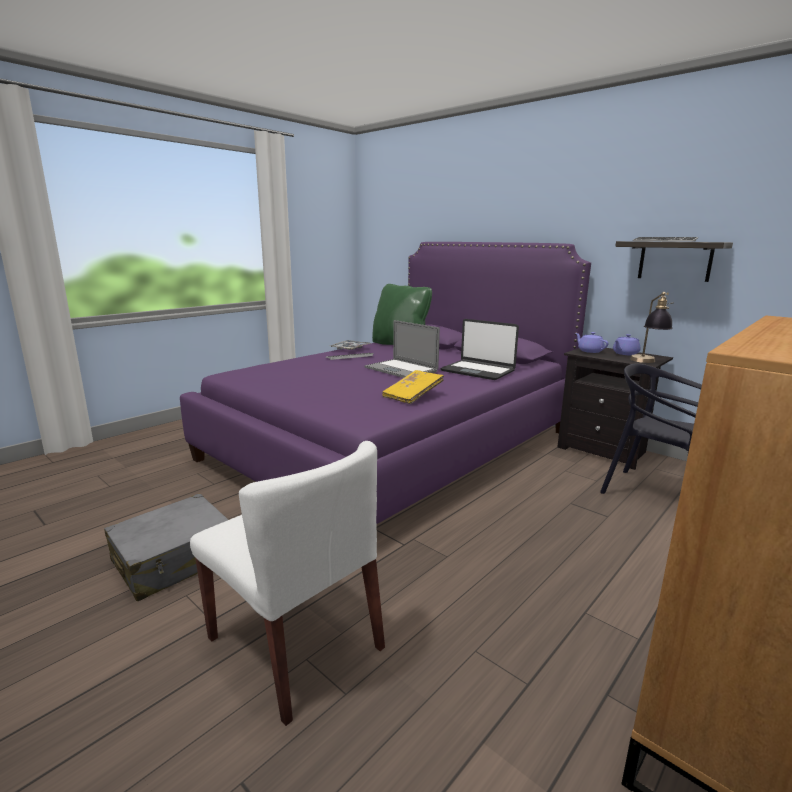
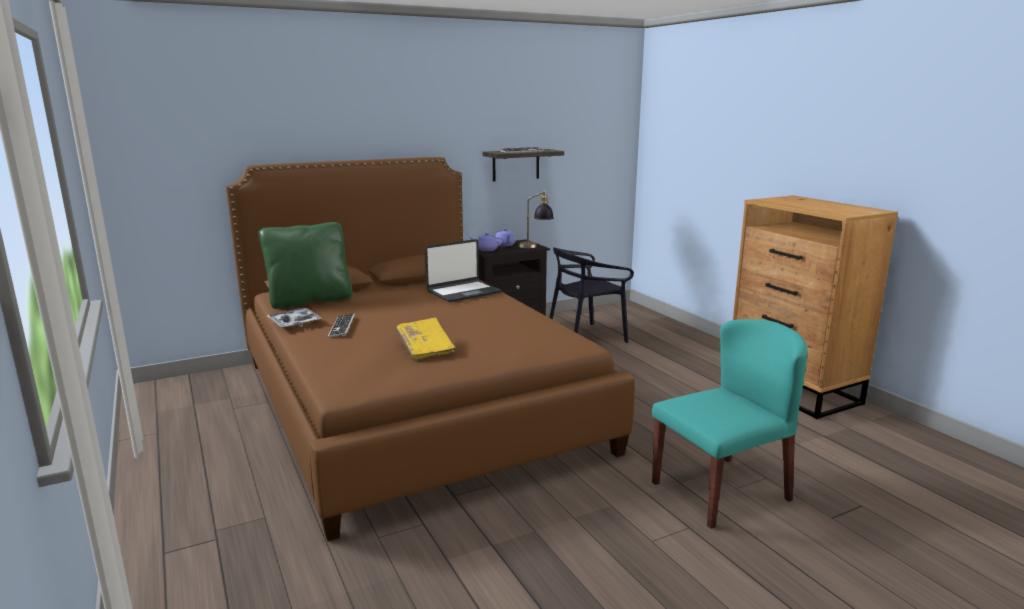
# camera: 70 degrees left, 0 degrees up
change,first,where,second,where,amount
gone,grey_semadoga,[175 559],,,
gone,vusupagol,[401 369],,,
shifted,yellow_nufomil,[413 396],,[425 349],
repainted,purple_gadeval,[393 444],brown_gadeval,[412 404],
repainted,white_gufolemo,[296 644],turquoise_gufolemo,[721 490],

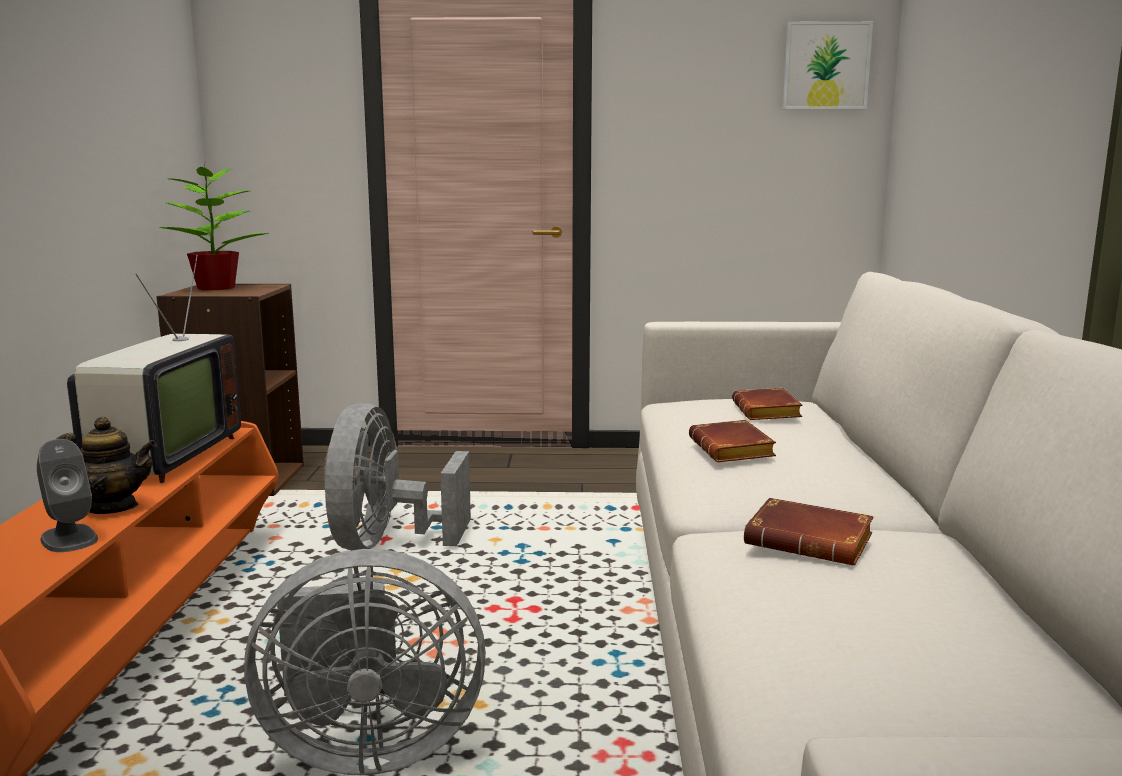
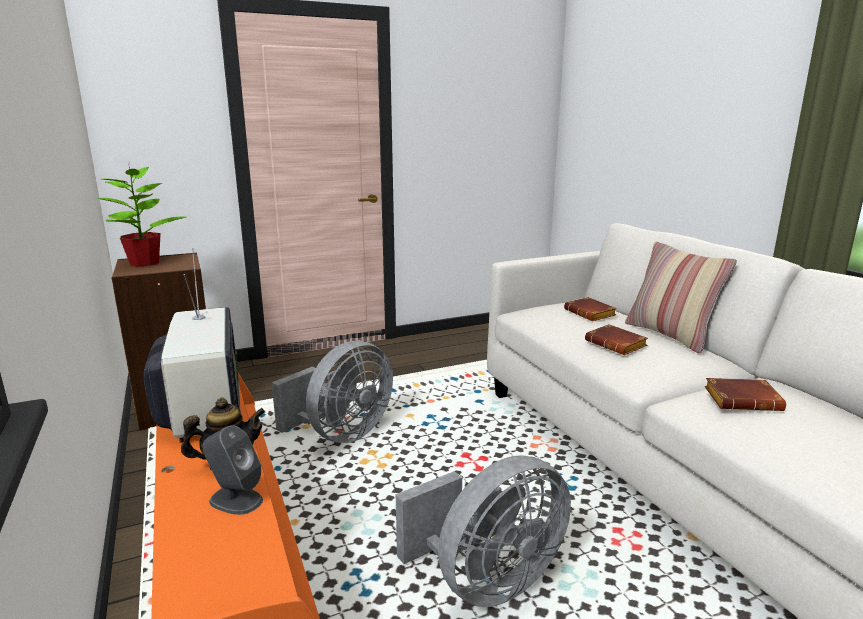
# camera: 25 degrees left, 5 degrees up
change,first,where,second,where,amount
gone,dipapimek,[826 66],,,
new,,,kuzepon,[670 335],
rotated,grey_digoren,[386 543],,[341 434],120 degrees counterclockwise

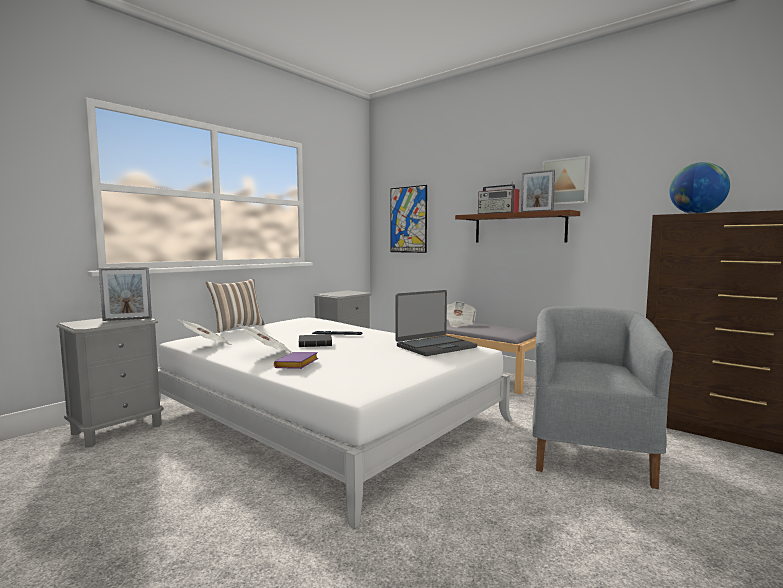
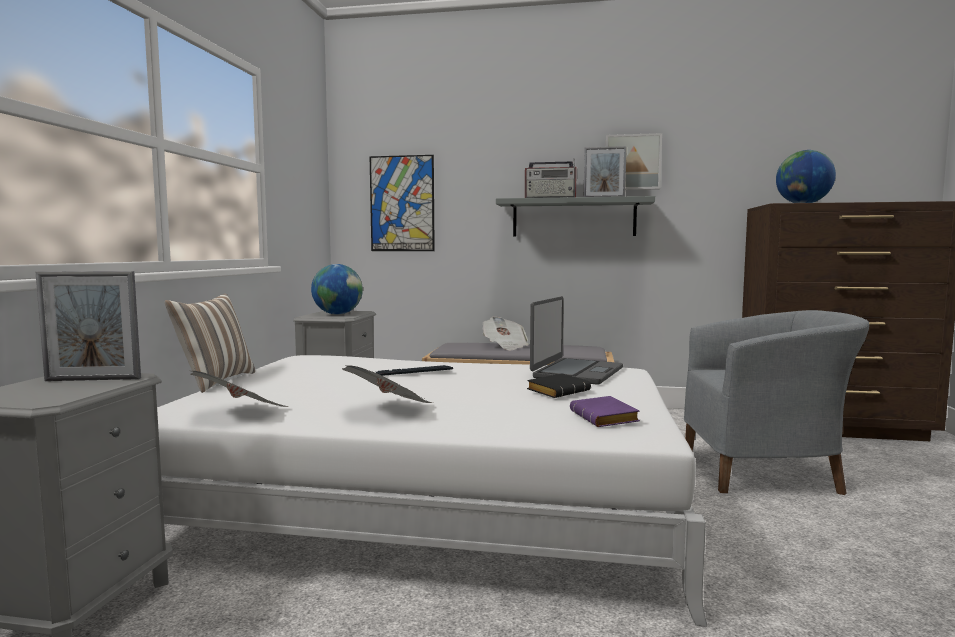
# camera: 30 degrees left, 0 degrees up
change,first,where,second,where,amount
new,,,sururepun,[337 314],
shifted,purple_nufomil,[297 365],,[606 418],
shifted,black_nufomil,[316 344],,[558 391],
repainted,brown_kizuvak,[519 228],grey_kizuvak,[573 218],
rotated,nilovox,[127 319],,[93 379],45 degrees clockwise
rotated,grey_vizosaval,[588 452],,[765 471],105 degrees clockwise

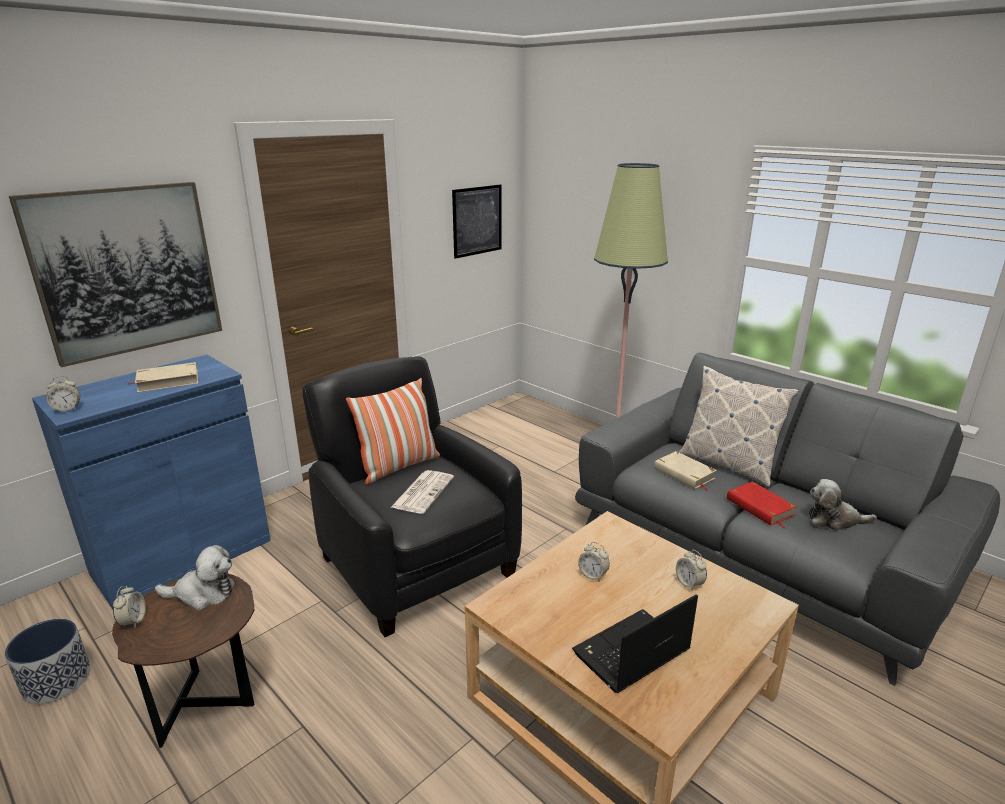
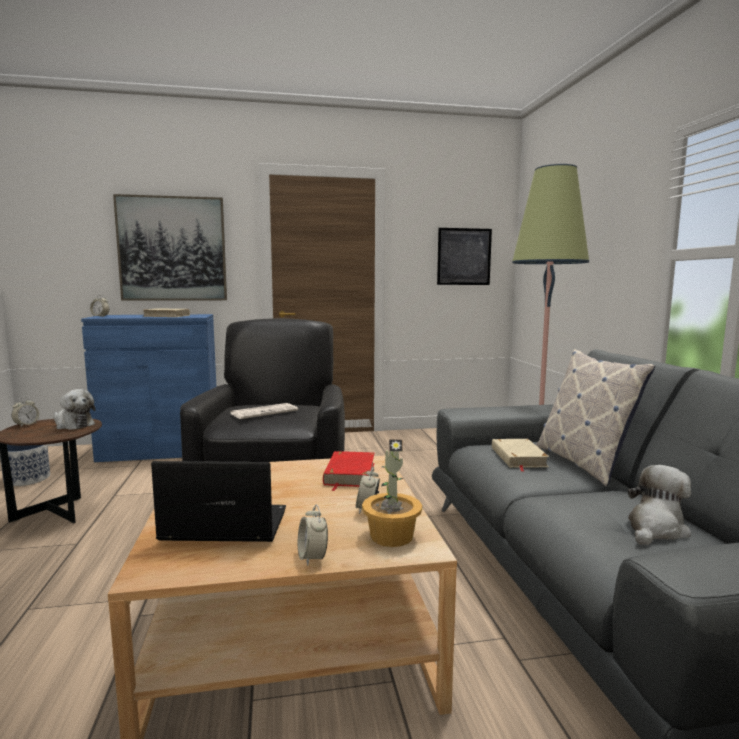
# camera: 35 degrees right, 15 degrees down
change,first,where,second,where,amount
gone,kuzepon,[398 466],,,
new,,,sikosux,[391 535],
shifted,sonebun,[593 575],,[312 557],
shifted,red_nufomil,[760 507],,[349 474],
rotated,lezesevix,[834 520],,[655 529],90 degrees clockwise

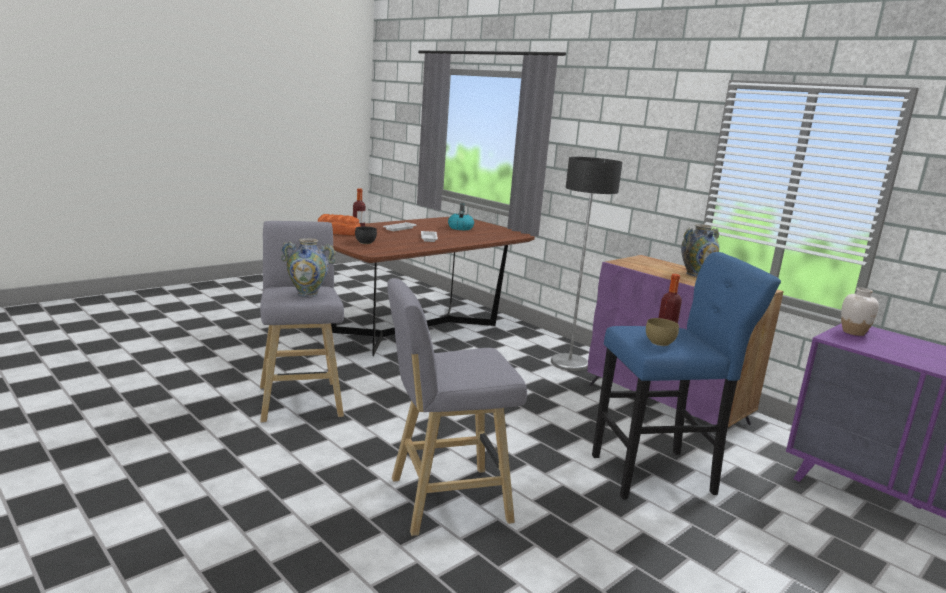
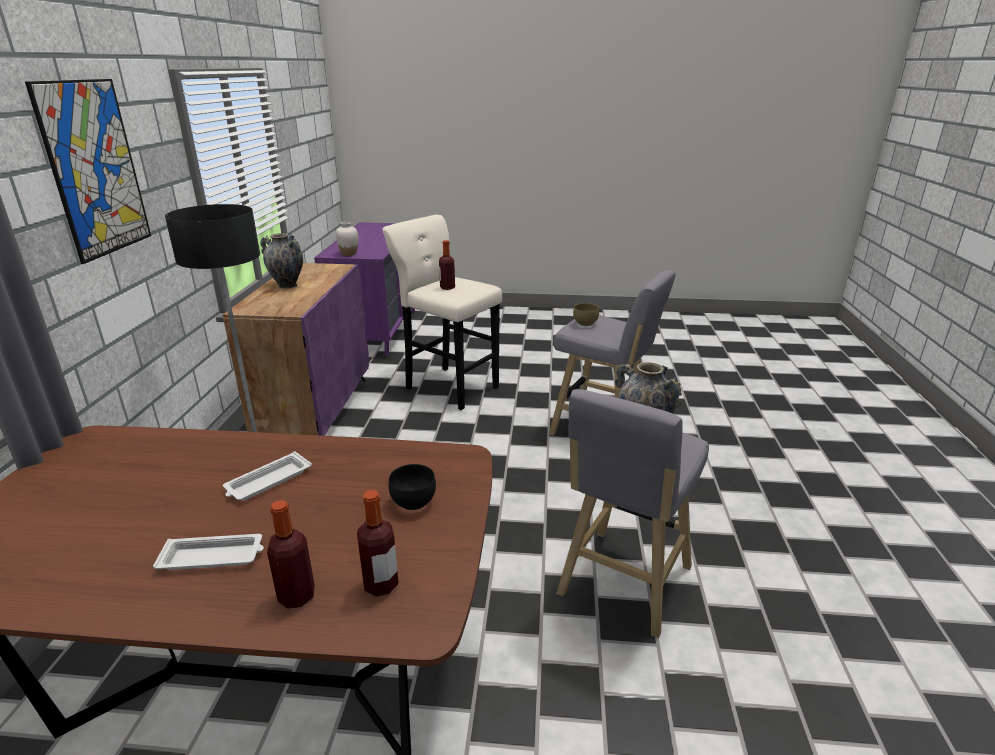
# camera: 130 degrees left, 10 degrees up
change,first,where,second,where,amount
gone,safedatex,[460 228],,,
new,,,dipapimek,[95 169],
shifted,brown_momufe,[659 343],,[586 323],
swapped,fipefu,[339 232],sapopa,[381 584],
repainted,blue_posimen,[658 474],beige_posimen,[449 386],

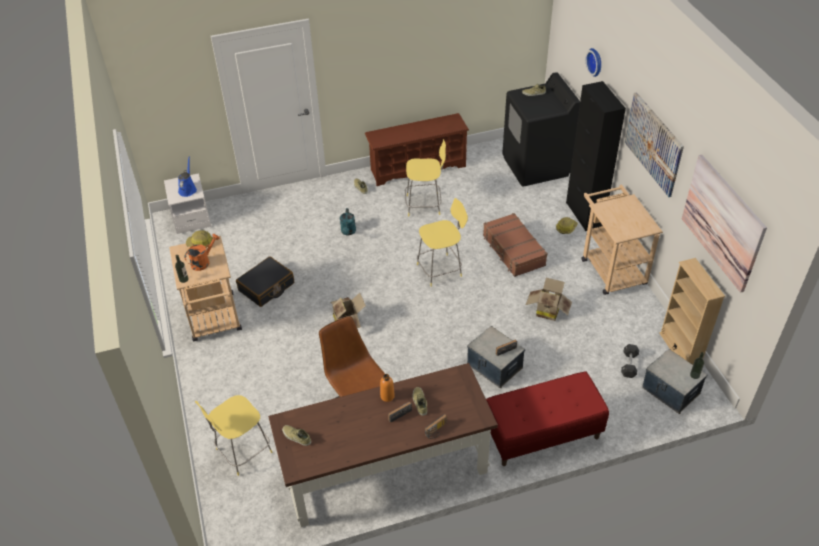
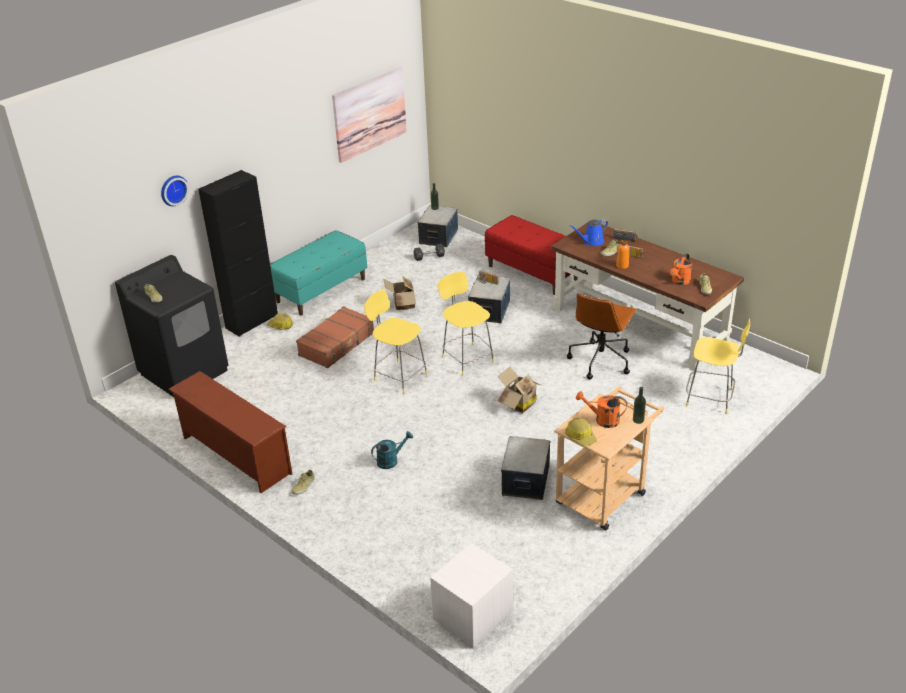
# camera: 120 degrees left, 10 degrees down
change,first,where,second,where,amount
gone,dipapimek,[653 144],,,
gone,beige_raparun,[679 349],,,
new,,,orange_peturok,[680 282],
shifted,blue_peturok,[188 189],,[591 242],
shifted,yellow_posimen,[425 205],,[466 358],
swapped,black_semadoga,[266 287],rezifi,[525 480],
swapped,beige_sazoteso,[610 267],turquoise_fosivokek,[321 290],

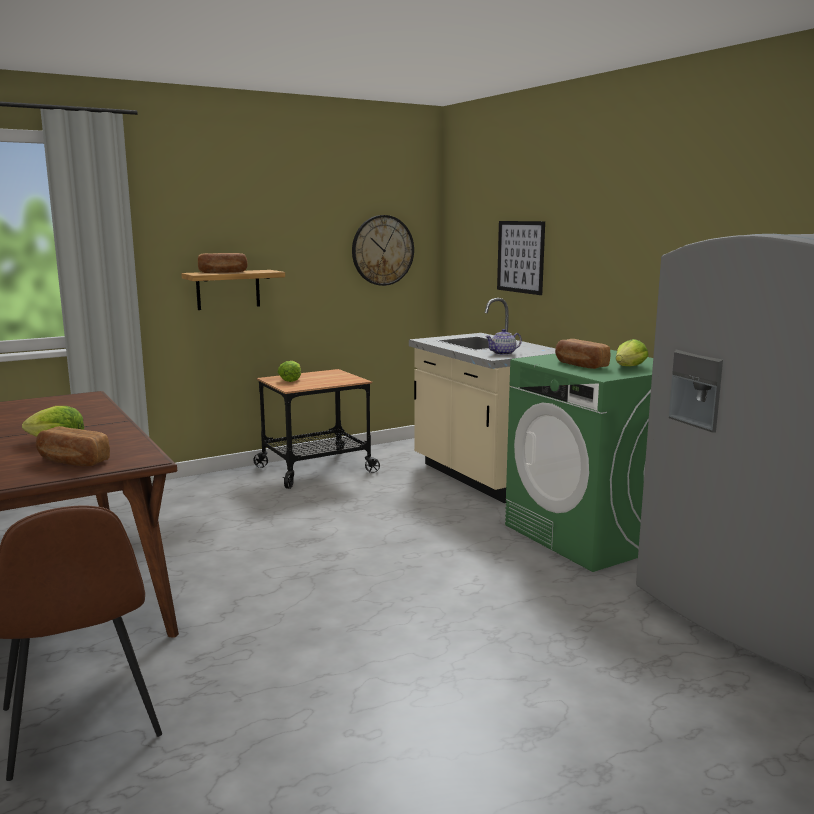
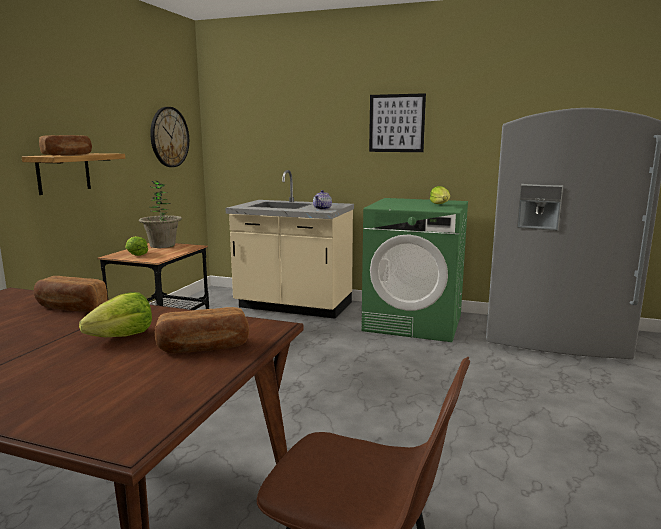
# camera: 40 degrees left, 0 degrees up
change,first,where,second,where,amount
new,,,sikosux,[162 245],
shifted,dipapimek,[520 257],,[396 123],
shifted,fipefu,[580 365],,[70 307],

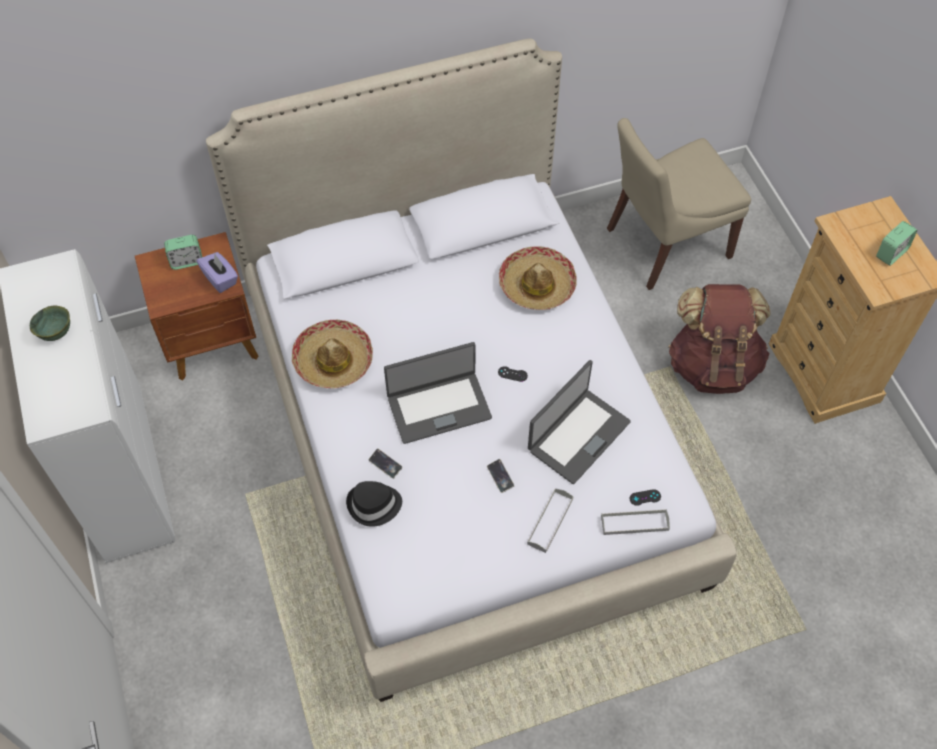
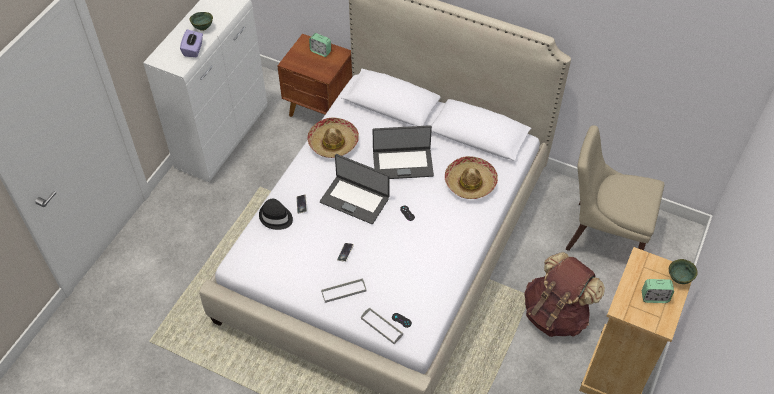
# camera: 45 degrees right, 5 degrees down
change,first,where,second,where,amount
new,,,green_momufe,[679 279],
shifted,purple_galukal,[220 279],,[193 49],
shifted,vusupagol,[578 435],,[402 163],

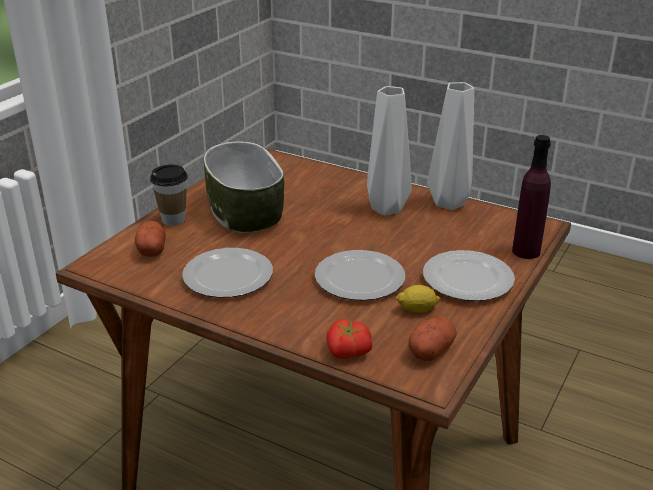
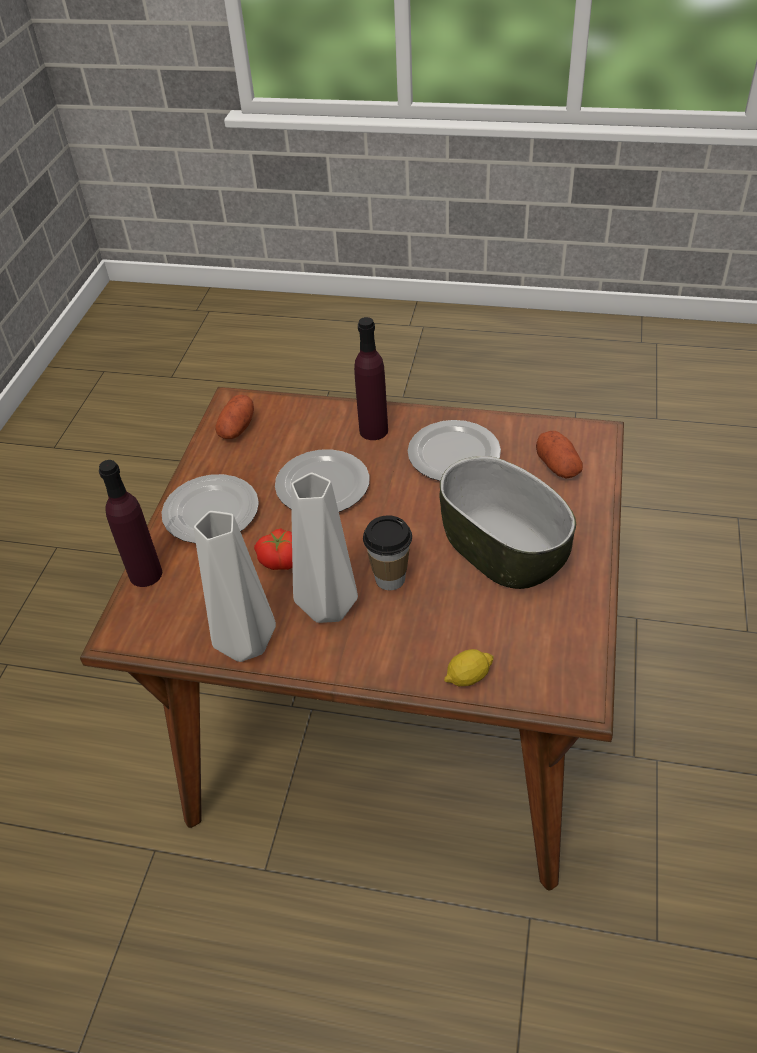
# camera: 165 degrees right, 15 degrees up
change,first,where,second,where,amount
new,,,purple_sapopa,[373 430],
shifted,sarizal,[173 220],,[390 579],
shifted,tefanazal,[347 352],,[281 559],
shifted,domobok,[417 309],,[468 677],

